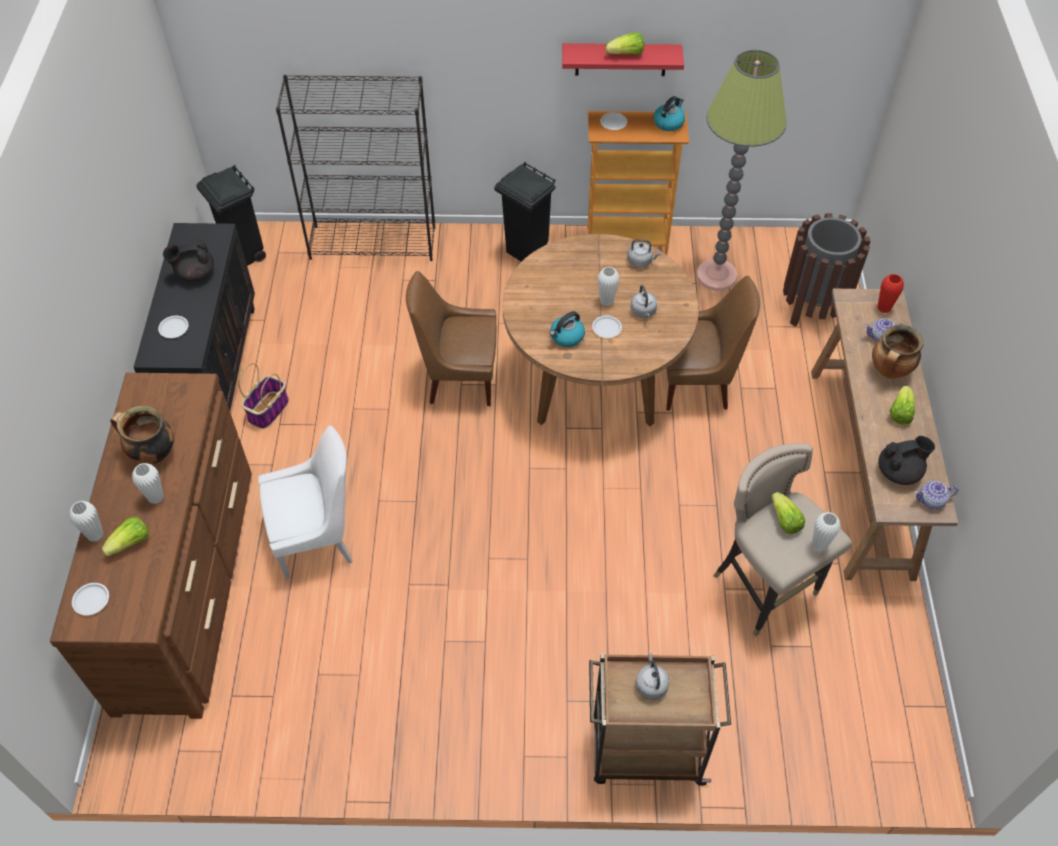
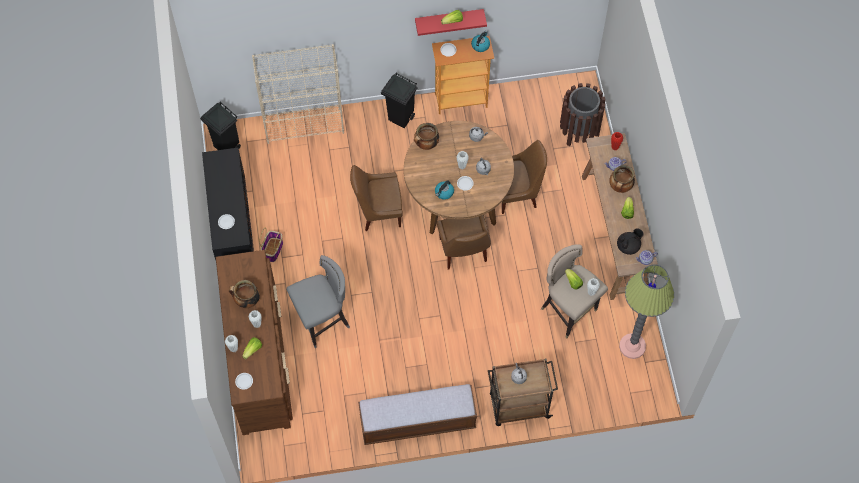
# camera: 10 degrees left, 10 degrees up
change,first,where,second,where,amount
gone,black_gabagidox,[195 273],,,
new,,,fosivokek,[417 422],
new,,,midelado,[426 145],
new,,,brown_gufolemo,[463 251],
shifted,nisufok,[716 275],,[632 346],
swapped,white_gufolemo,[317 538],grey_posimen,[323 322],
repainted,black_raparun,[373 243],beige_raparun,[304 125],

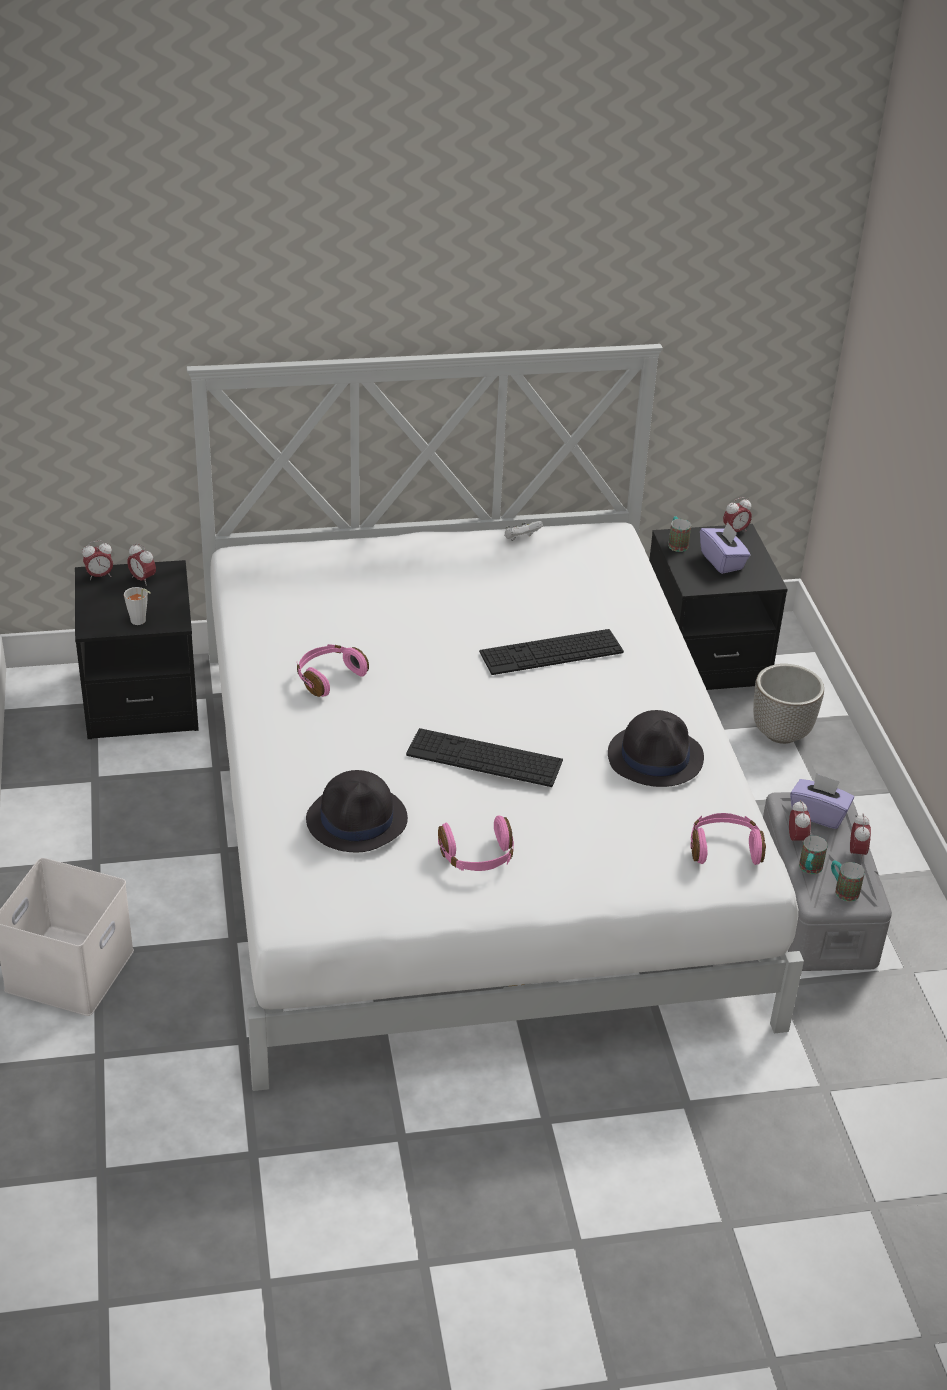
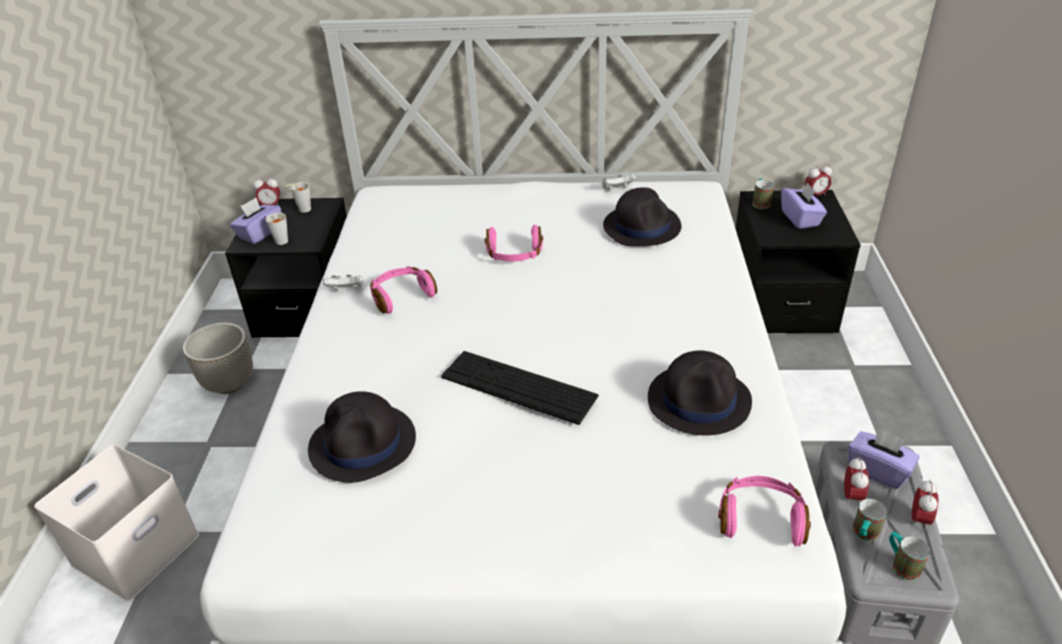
# camera: 15 degrees right, 0 degrees up
change,first,where,second,where,amount
gone,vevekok,[551 652],,,
new,,,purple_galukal,[259 233],
new,,,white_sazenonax,[346 290],
new,,,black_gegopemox,[642 226],
shifted,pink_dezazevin,[477 857],,[514 255],
shifted,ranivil,[781 733],,[229 384],
swapped,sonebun,[142 579],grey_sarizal,[302 210],

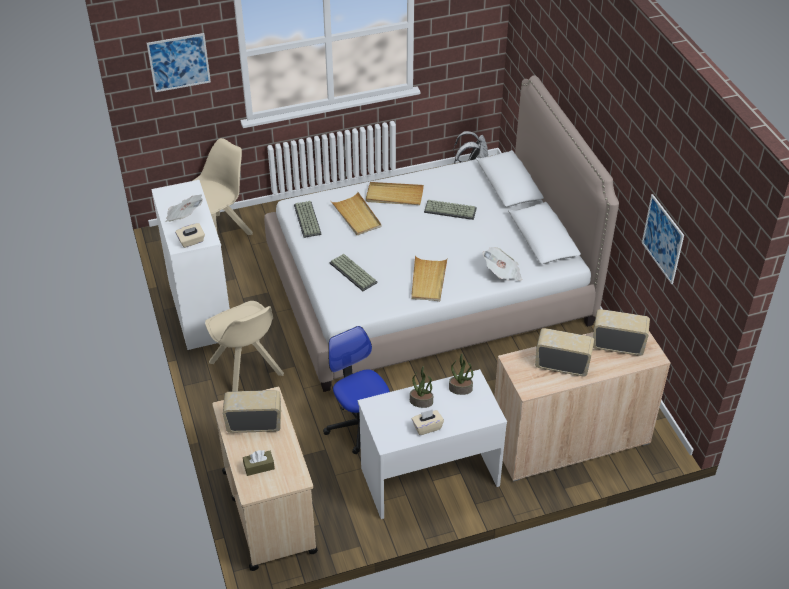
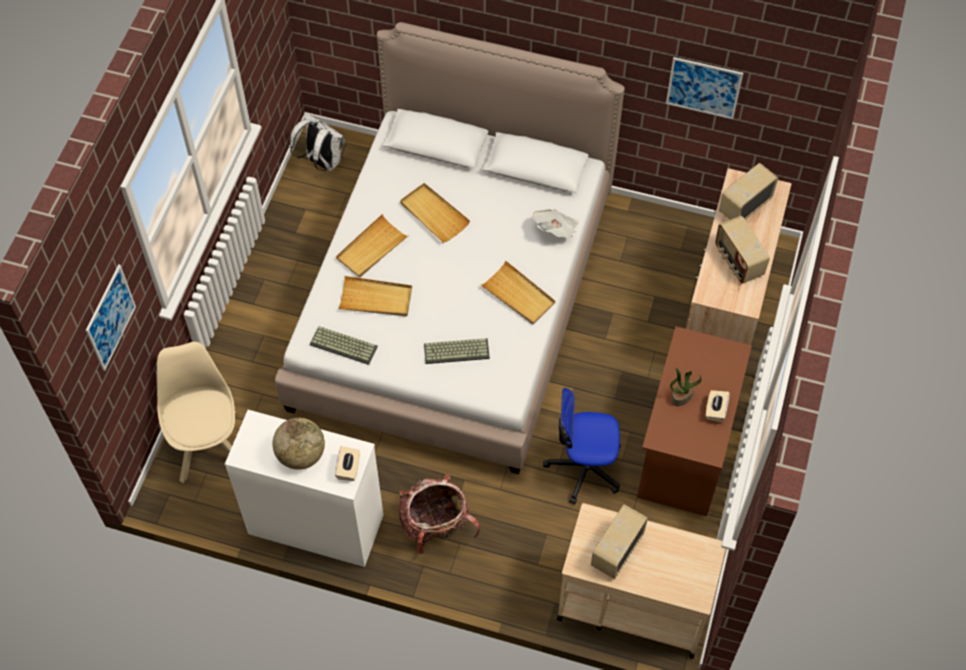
# camera: 55 degrees left, 15 degrees up
change,first,where,second,where,amount
gone,brown_galukal,[259 467],,,
gone,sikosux,[460 388],,,
swapped,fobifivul,[184 216],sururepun,[301 455],
swapped,beige_gufolemo,[247 370],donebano,[436 526],
swapped,vevekok,[451 210],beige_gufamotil,[434 214],
repainted,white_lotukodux,[429 475],brown_lotukodux,[685 447],
rotated,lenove,[562 365],,[738 261],75 degrees counterclockwise

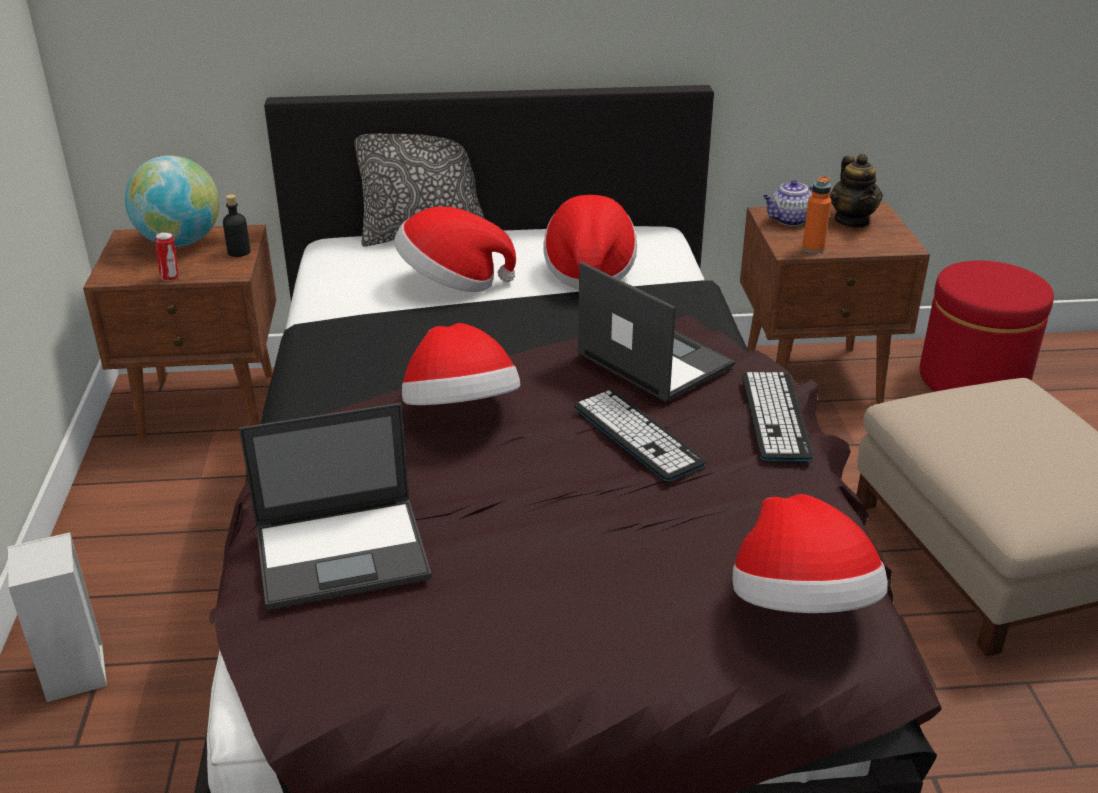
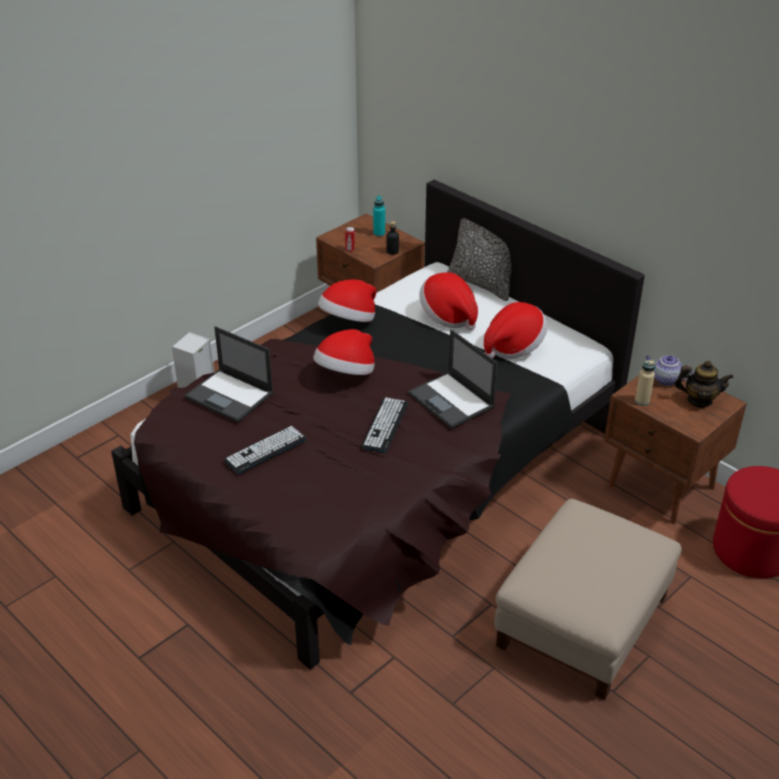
# camera: 50 degrees right, 5 degrees up
change,first,where,second,where,amount
shifted,gegopemox,[801 607],,[349 321],
shifted,vevekok,[775 416],,[265 450],
swapped,sururepun,[180 242],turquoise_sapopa,[379 233],
repainted,orange_sapopa,[813 249],beige_sapopa,[642 401],
rotated,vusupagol,[652 358],,[452 400],135 degrees clockwise
rotated,gabagidox,[852 221],,[699 400],120 degrees counterclockwise

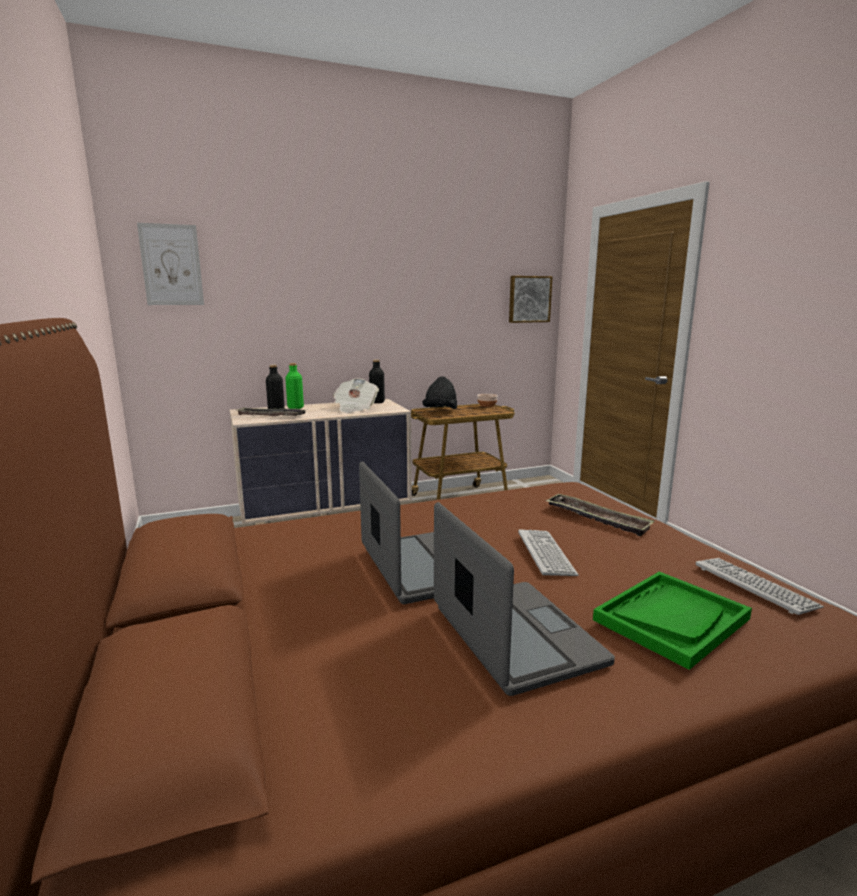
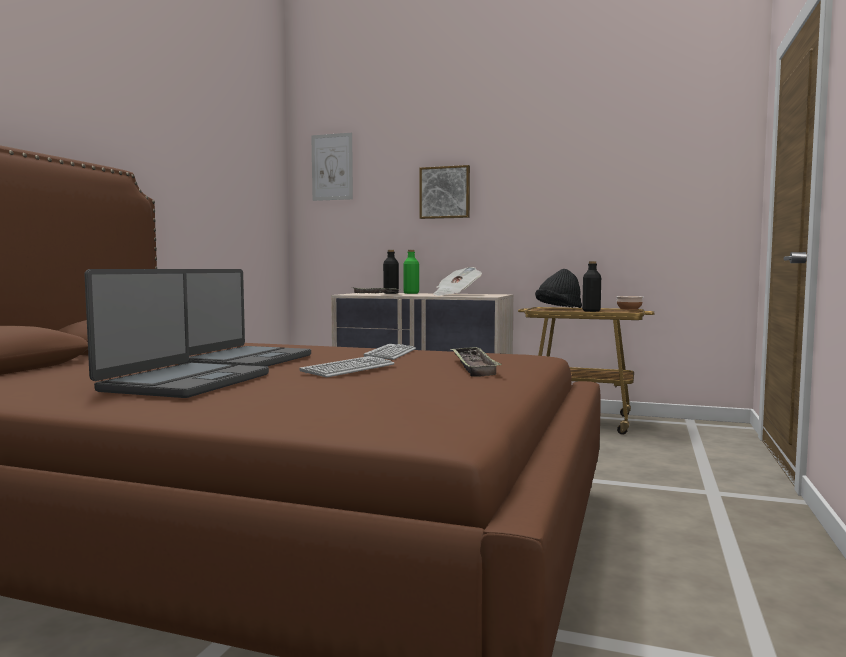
# camera: 40 degrees right, 10 degrees down
change,first,where,second,where,amount
gone,green_gufamotil,[671 619],,,
shifted,black_sapopa,[377 402],,[591 311],
shifted,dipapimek,[529 299],,[445 192],
shifted,vevekok,[754 586],,[391 353],

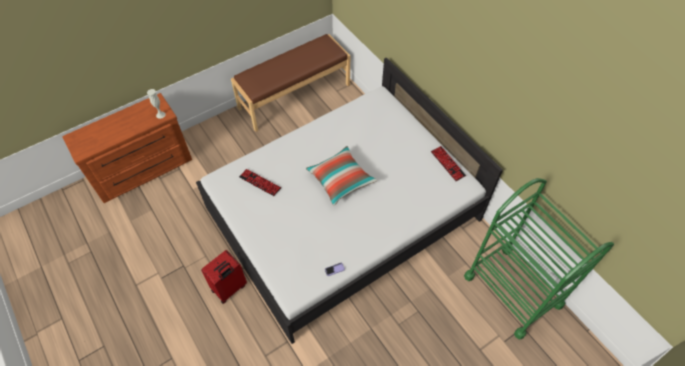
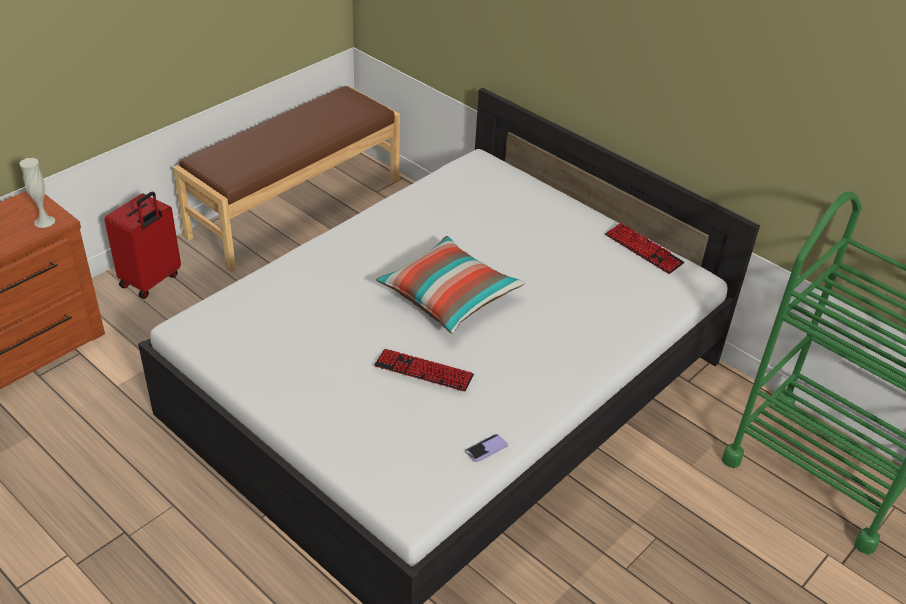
# camera: 15 degrees left, 15 degrees down
change,first,where,second,where,amount
shifted,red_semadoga,[229 288],,[151 281],
shifted,vevekok,[260 183],,[424 371],

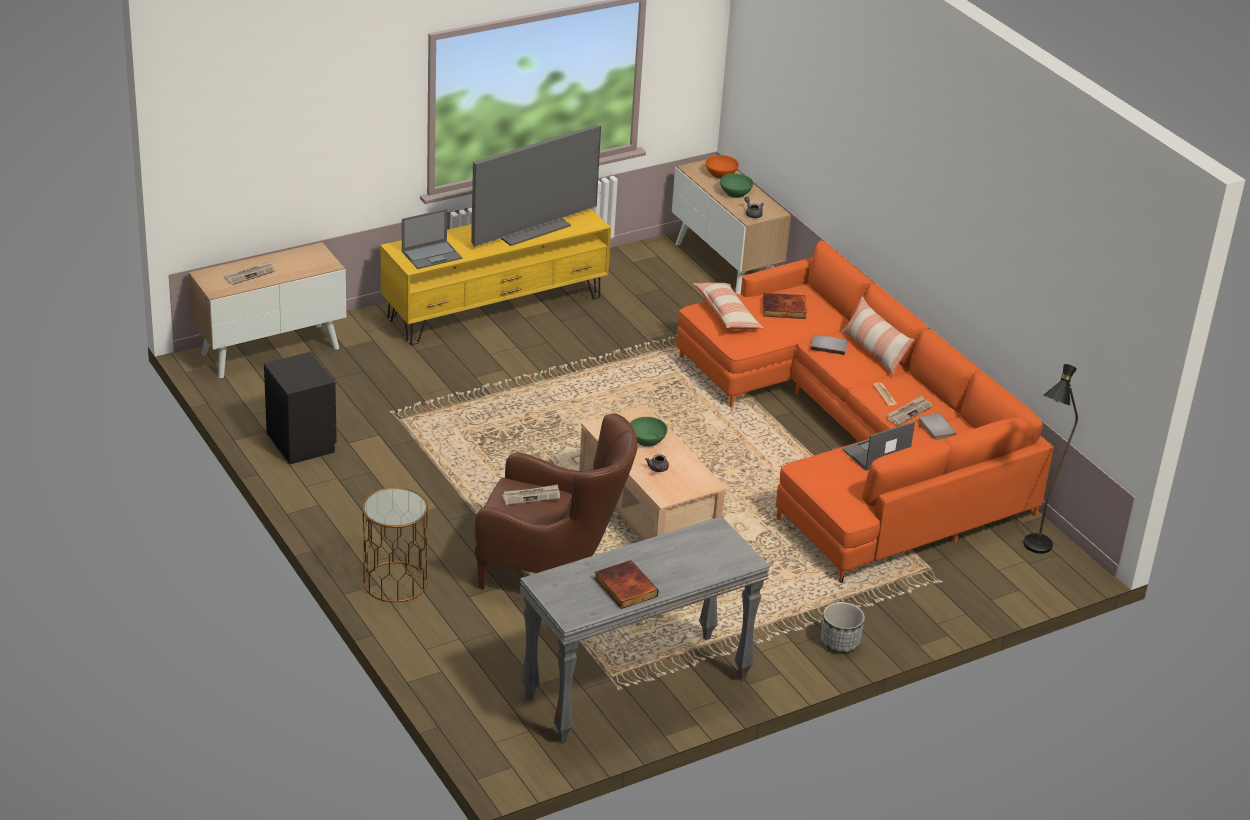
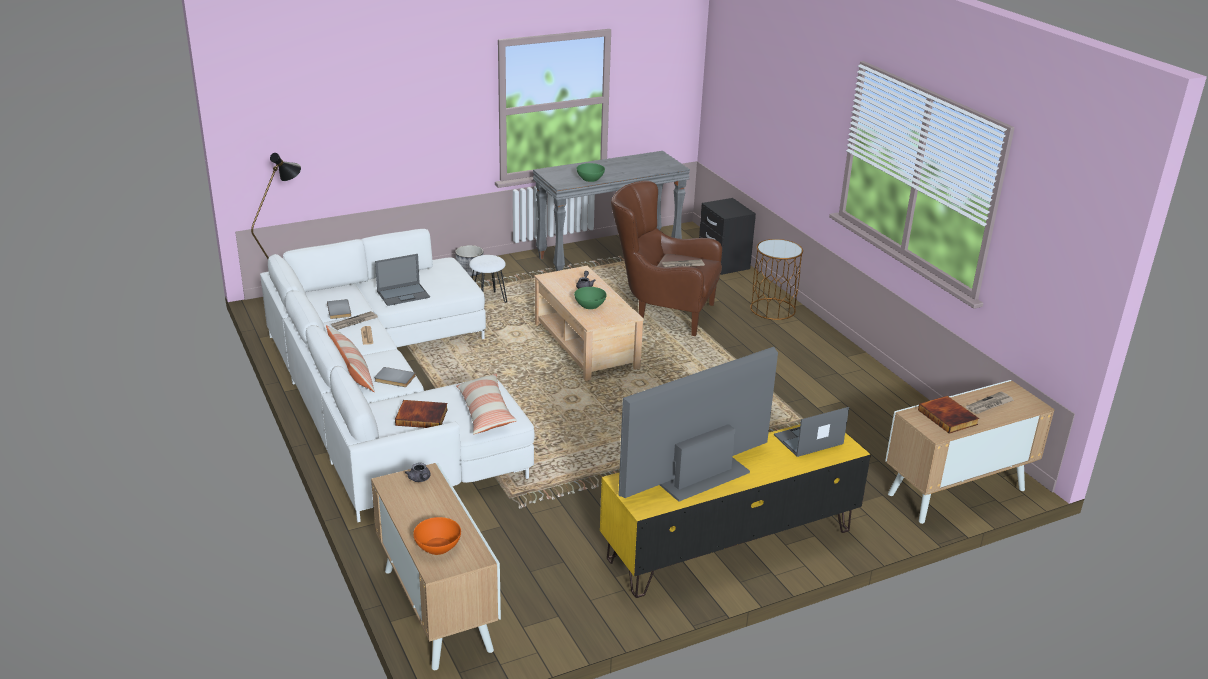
# camera: 175 degrees left, 5 degrees down
change,first,where,second,where,amount
new,,,white_posimen,[488 300],
shifted,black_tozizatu,[301 442],,[723 263],
shifted,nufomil,[624 587],,[948 417],
shifted,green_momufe,[735 193],,[590 179],
repainted,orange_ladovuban,[855 442],white_ladovuban,[387 393],

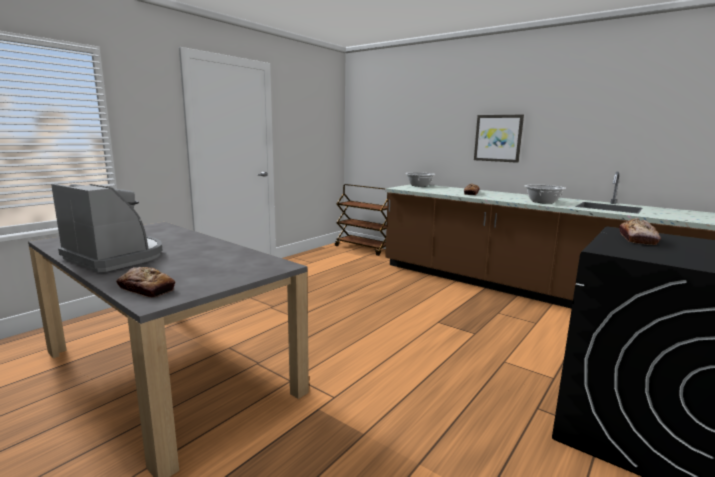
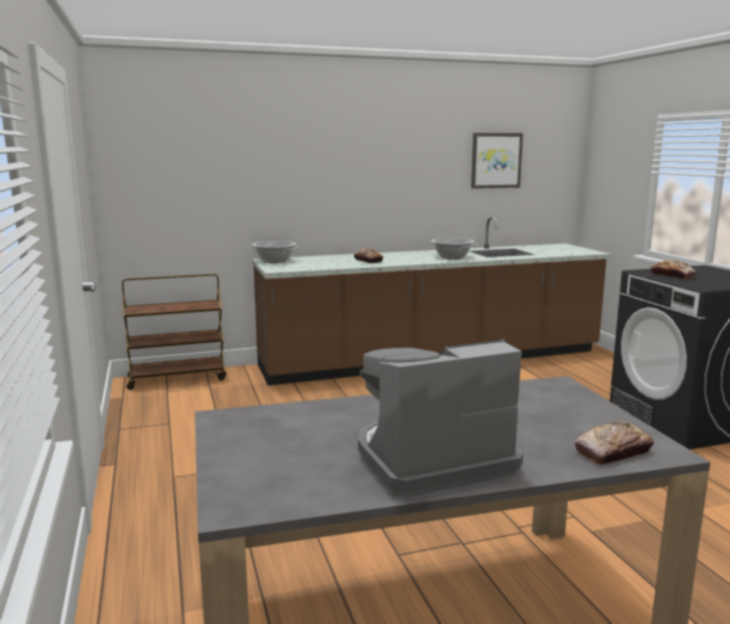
# camera: 55 degrees left, 0 degrees up
change,first,where,second,where,amount
shifted,dipapimek,[498 138],,[496 160],

